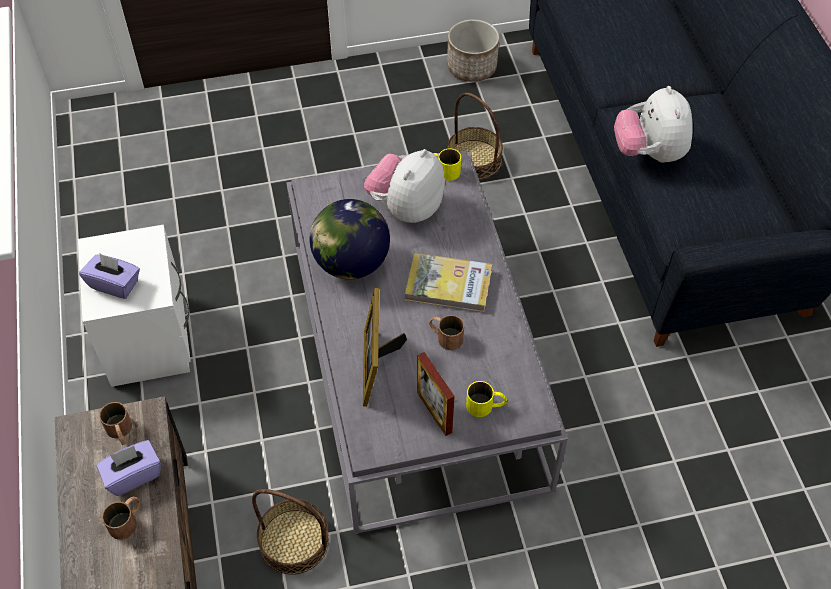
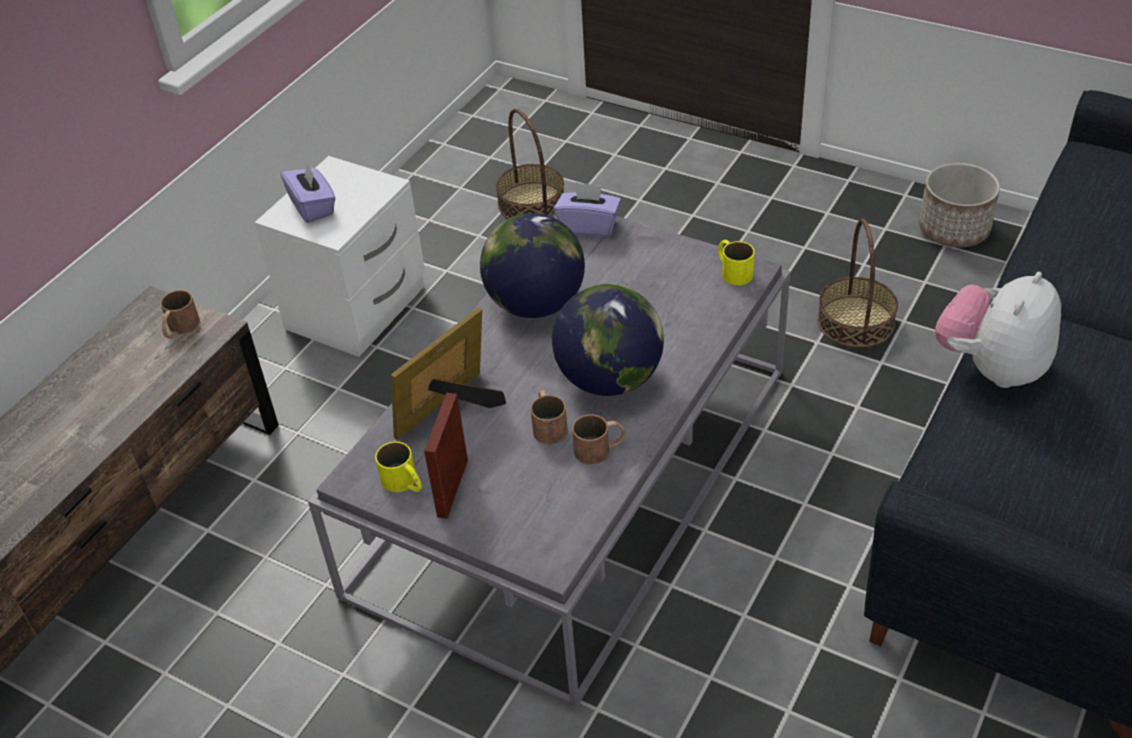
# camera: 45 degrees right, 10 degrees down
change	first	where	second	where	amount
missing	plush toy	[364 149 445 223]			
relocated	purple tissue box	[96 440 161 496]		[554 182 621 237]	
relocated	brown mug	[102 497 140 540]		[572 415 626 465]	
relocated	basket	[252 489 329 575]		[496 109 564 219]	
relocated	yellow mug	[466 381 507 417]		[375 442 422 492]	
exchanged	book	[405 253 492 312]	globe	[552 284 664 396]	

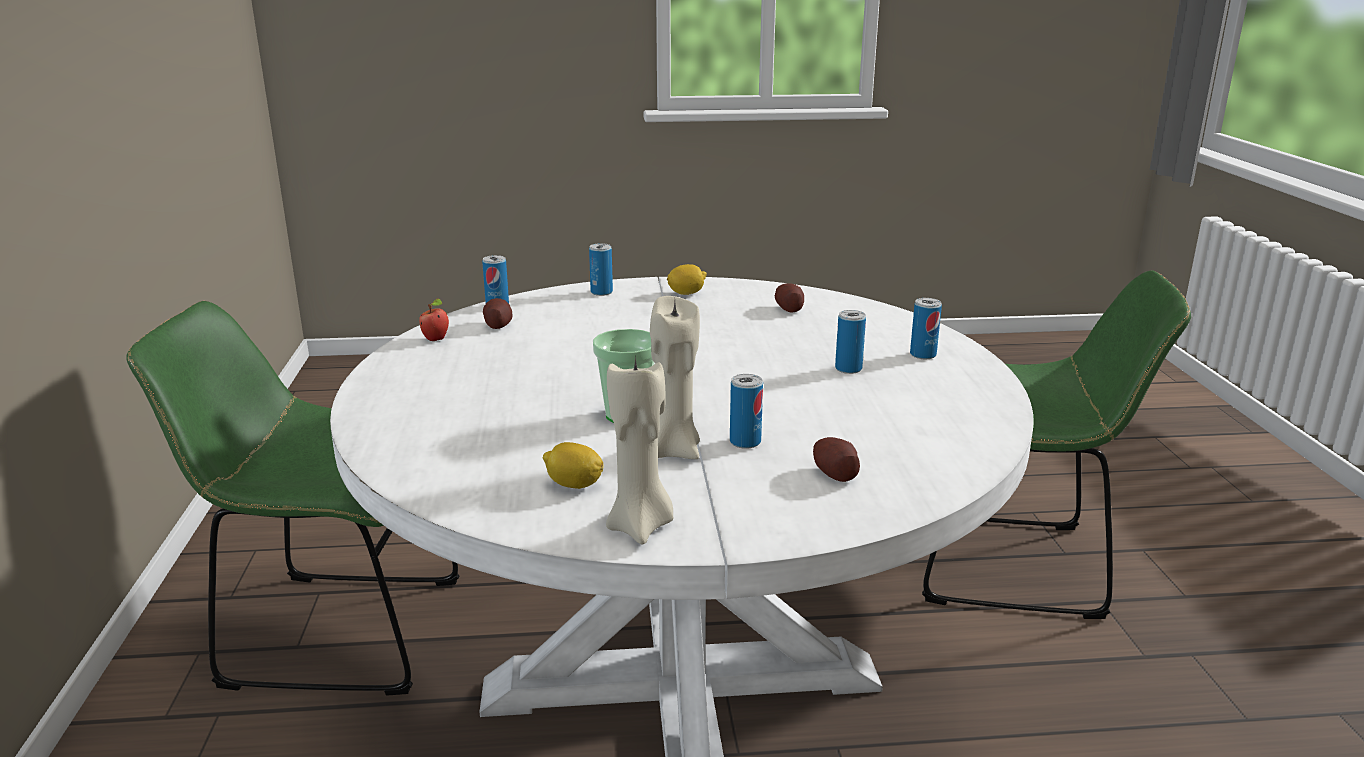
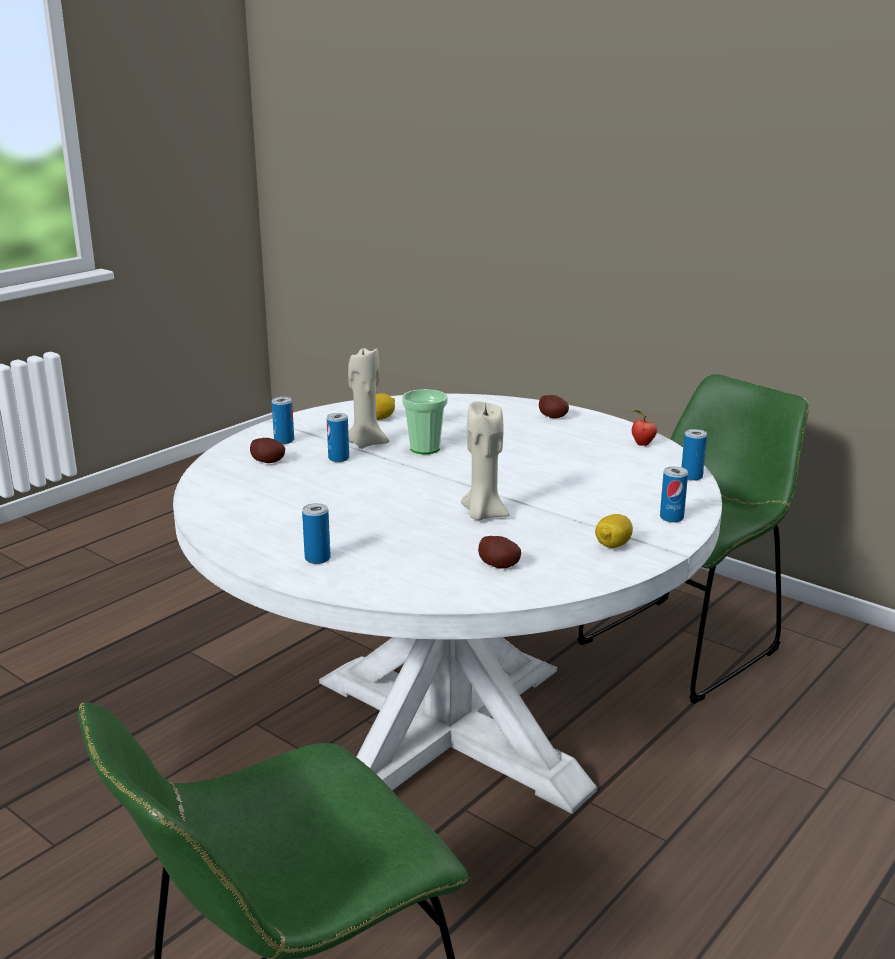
# camera: 135 degrees right, 0 degrees up
change	first	where	second	where	amount
relocated	potato	[483 298 513 329]		[539 395 569 418]	
relocated	beige candle	[606 355 673 545]		[461 401 510 520]	
relocated	can	[835 310 866 374]		[272 397 294 444]	

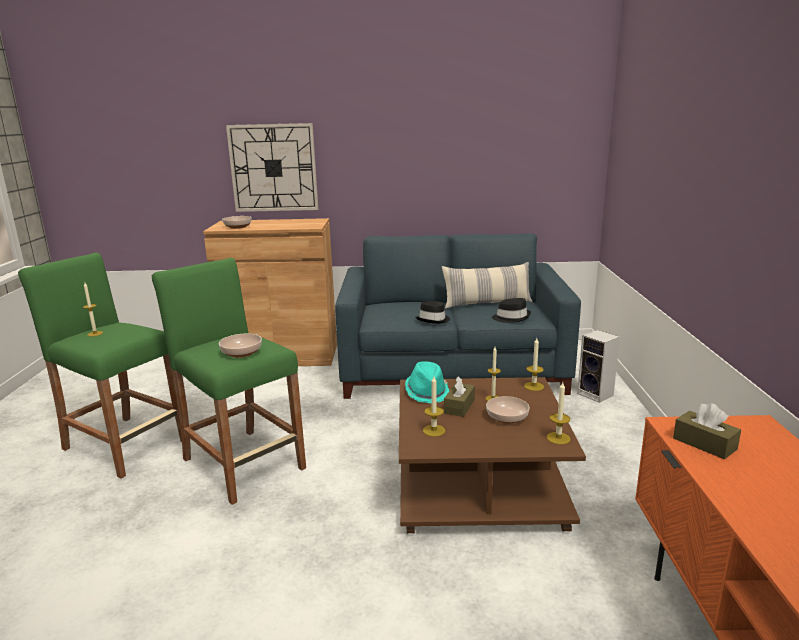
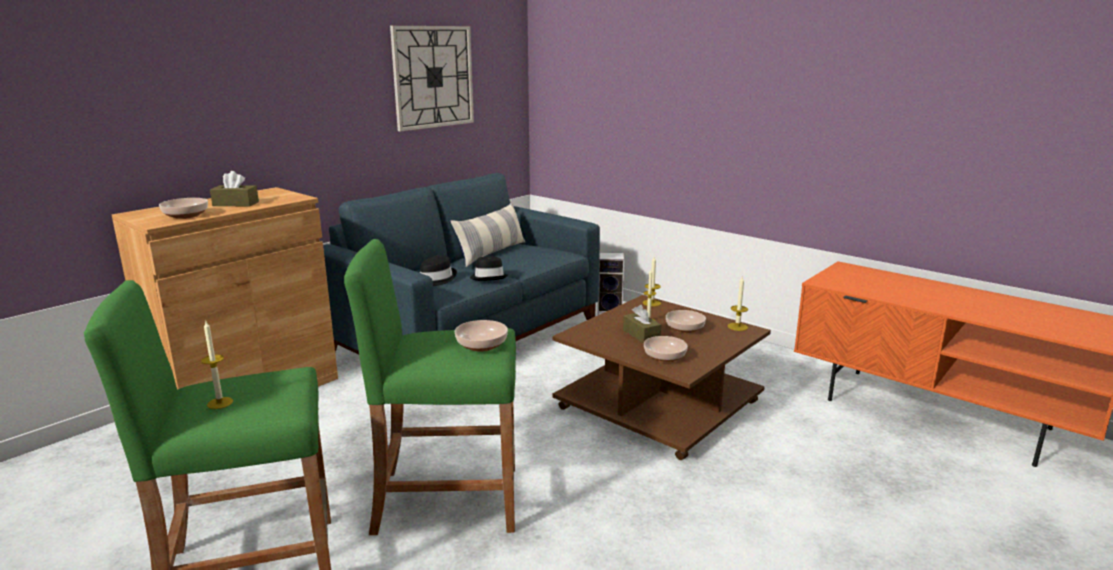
# camera: 50 degrees left, 0 degrees up
change	first	where	second	where	amount
missing	turquoise hat	[405 362 449 403]			
relocated	wall clock	[226 123 318 212]		[390 26 474 131]	
relocated	black hat	[492 298 531 323]		[420 255 457 286]	
relocated	brown tissue box	[673 403 741 459]		[210 171 259 206]	
exchanged	candle	[423 376 445 437]	bowl	[644 336 688 362]	

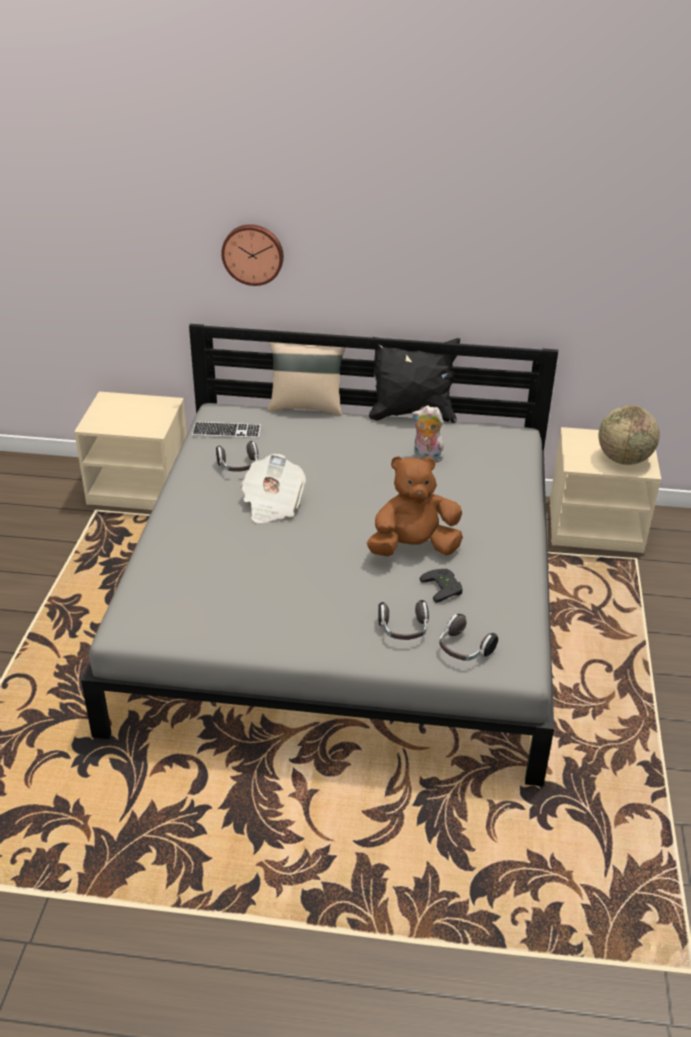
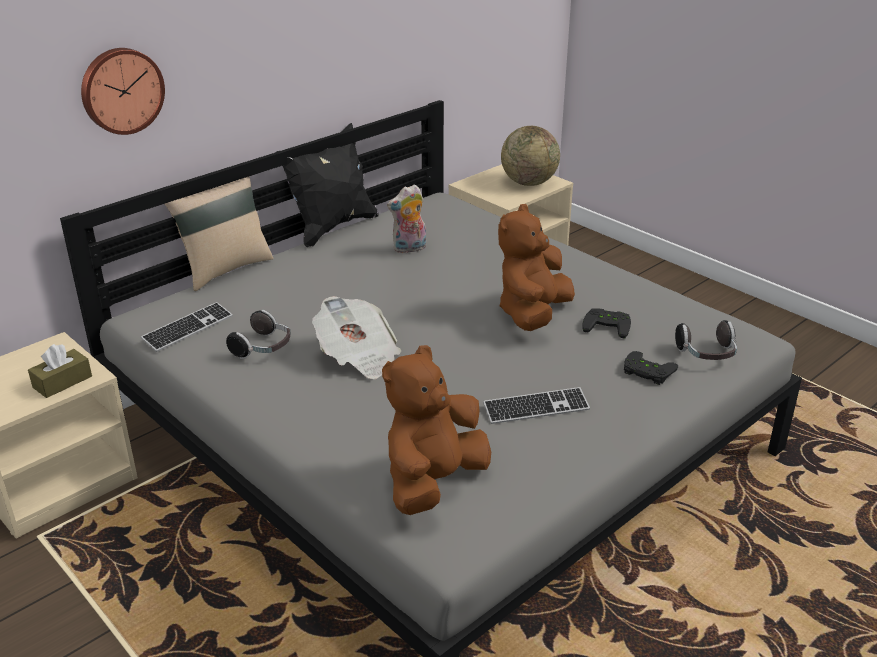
# camera: 50 degrees left, 5 degrees down
change	first	where	second	where	amount
appeared			brown tissue box	[28 344 92 398]	
appeared			brown plush toy	[382 345 491 515]	
appeared			keyboard	[483 387 590 424]	
exchanged	headphones	[378 600 429 640]	black game controller	[624 351 678 385]	

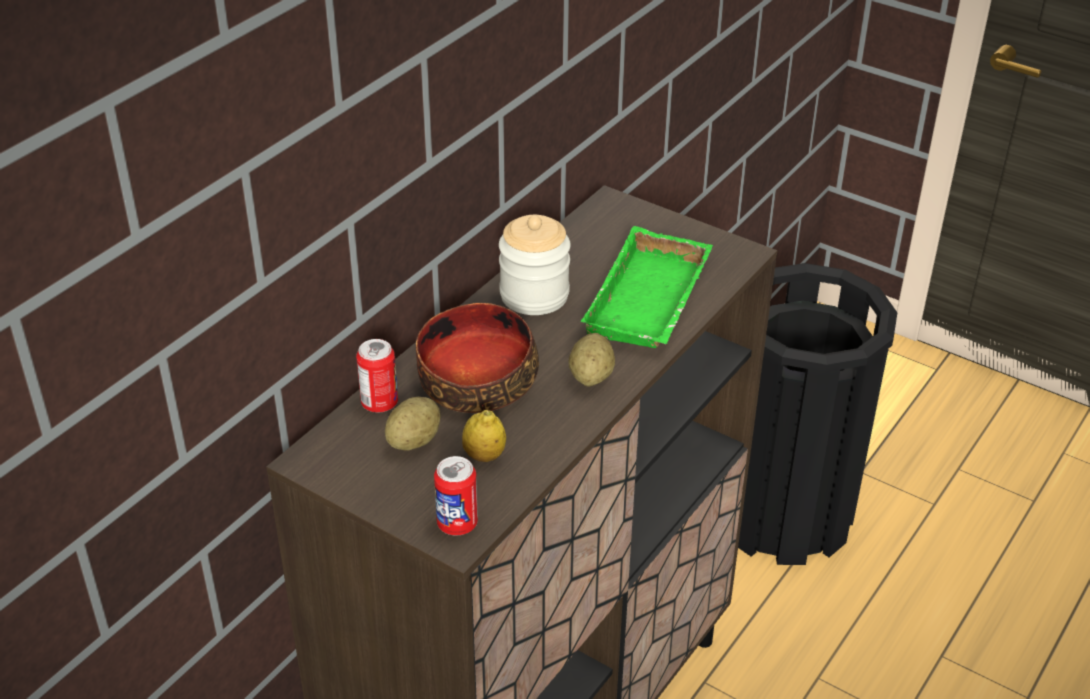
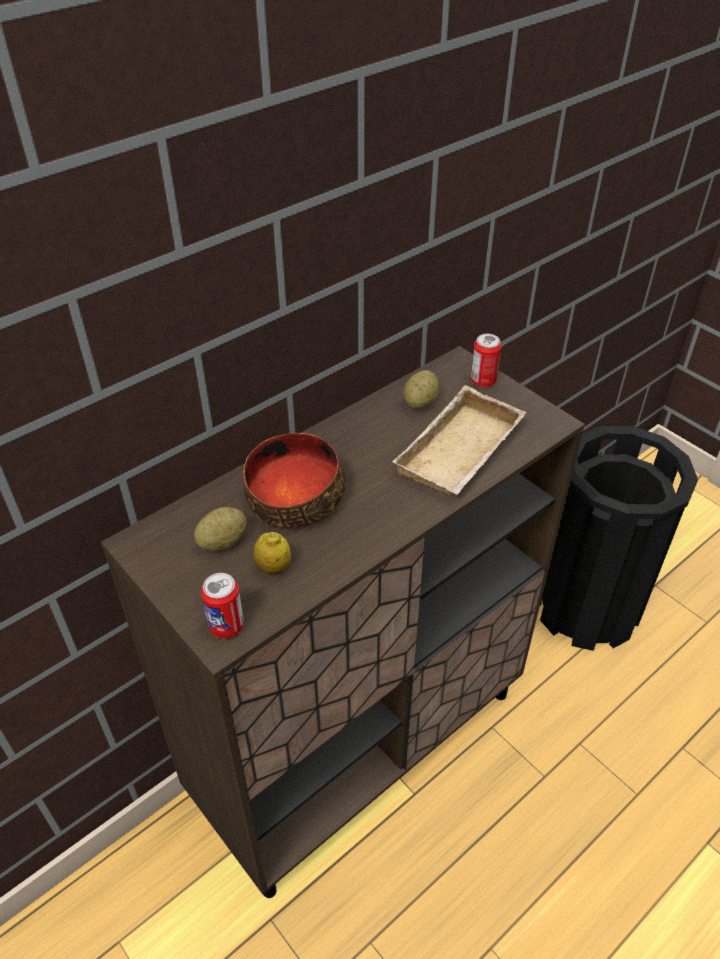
# camera: 15 degrees right, 5 degrees up
change	first	where	second	where	amount
missing	jar	[499 215 570 315]			
relocated	can	[356 339 398 413]		[470 334 502 387]	
relocated	potato	[568 333 615 387]		[404 370 439 409]	
colour	green tray	[581 226 713 348]	beige tray	[392 385 527 495]	

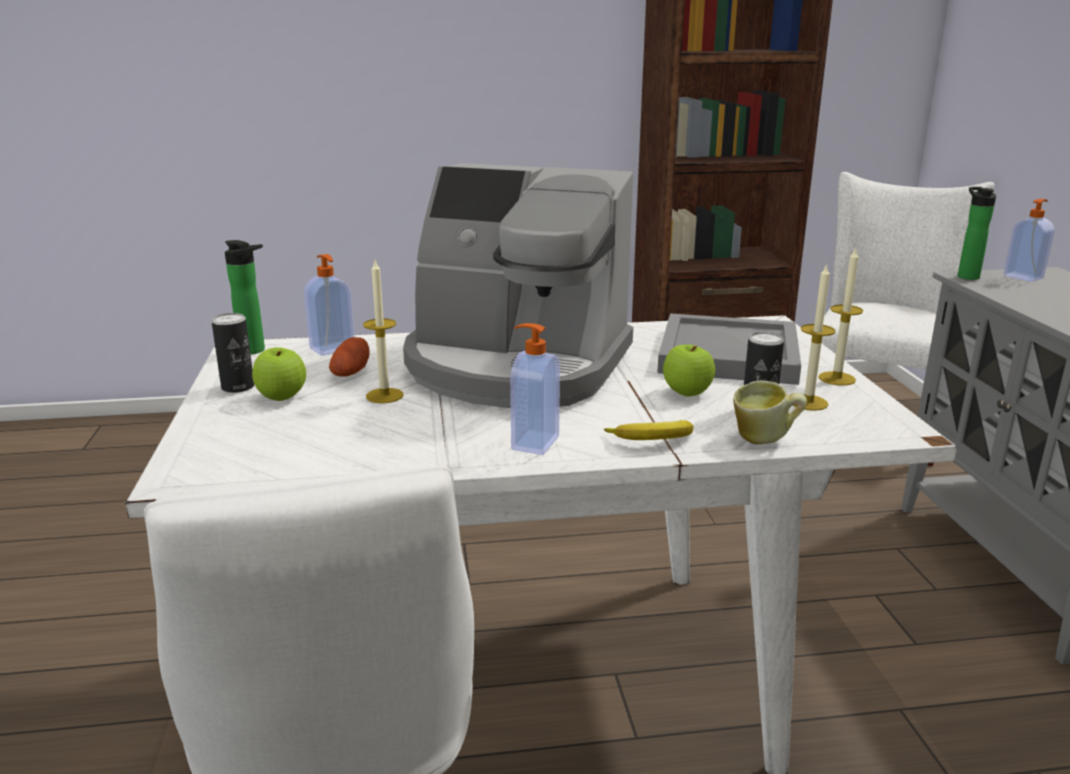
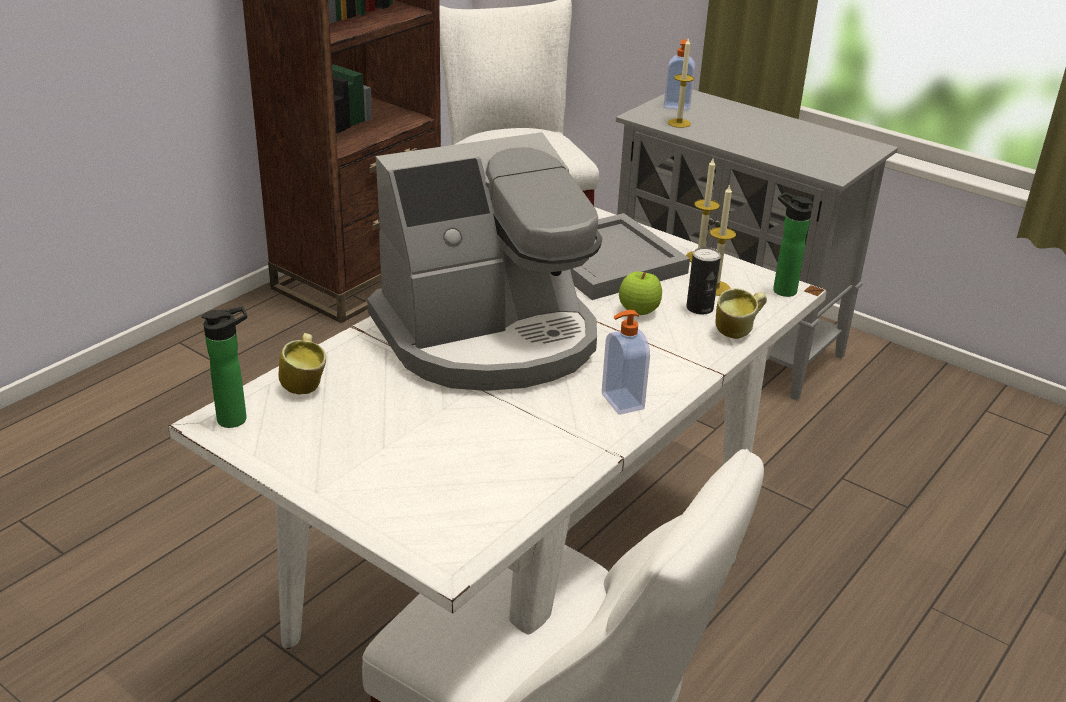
# camera: 45 degrees left, 10 degrees up
change	first	where	second	where	amount
missing	can	[211 313 255 393]			
missing	apple	[252 347 306 401]			
missing	potato	[329 337 370 377]			
missing	banana	[604 420 693 440]			
relocated	candle	[363 261 404 403]		[668 37 694 128]	
relocated	bottle	[958 187 996 280]		[773 192 813 297]	
exchanged	soap dispenser	[304 254 354 356]	mug	[278 333 326 394]	

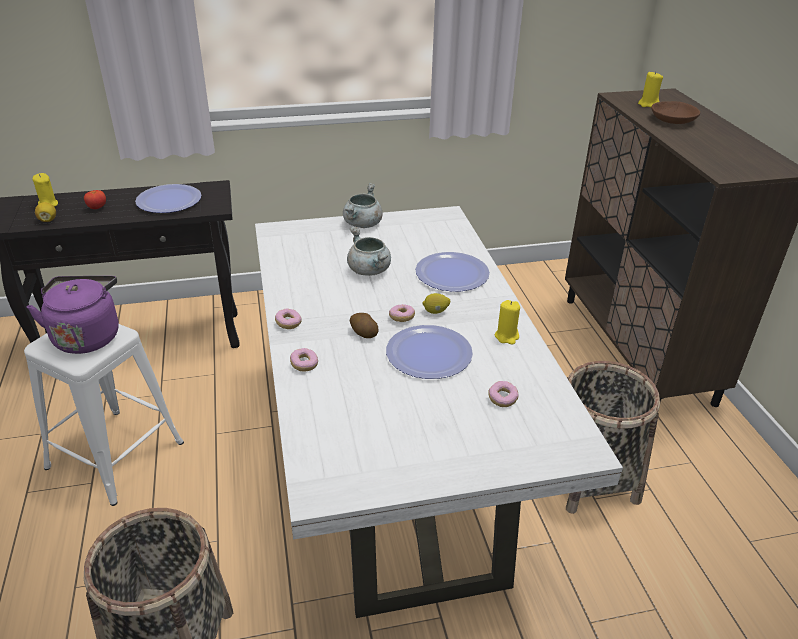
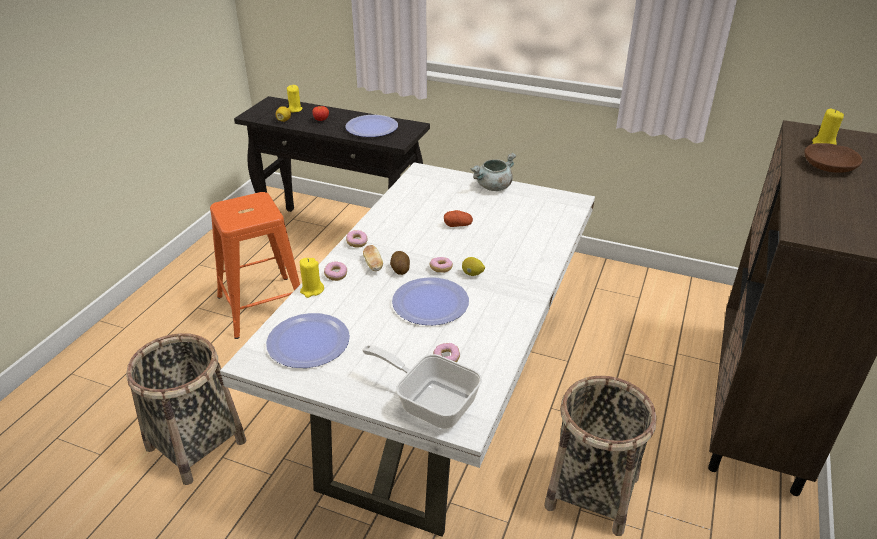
# camera: 35 degrees right, 0 degrees up
change	first	where	second	where	amount
missing	purple kettle	[27 276 119 354]			
appeared			frying pan	[362 345 482 429]	
appeared			bread	[363 245 383 271]	
relocated	plate	[416 252 490 292]		[266 313 350 368]	
relocated	yellow candle	[495 300 520 345]		[300 258 324 298]	
exchanged	grey cooking pot	[347 227 391 276]	potato	[444 210 473 227]	
colour	white stool	[24 324 184 506]	orange stool	[210 192 300 339]	

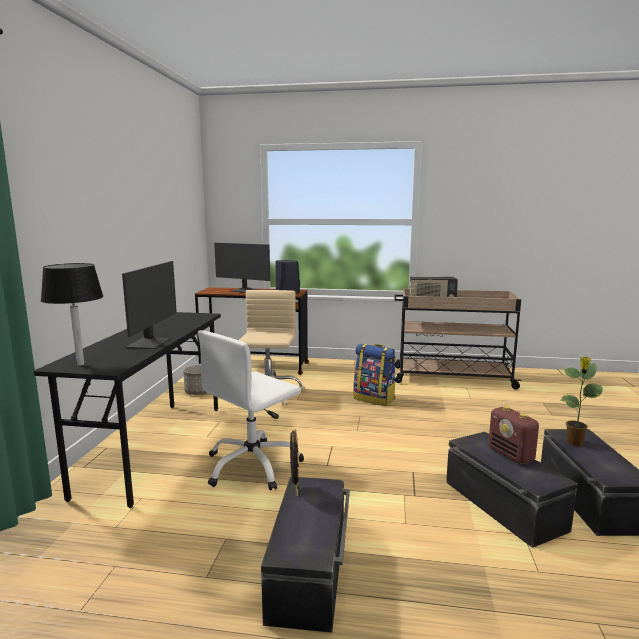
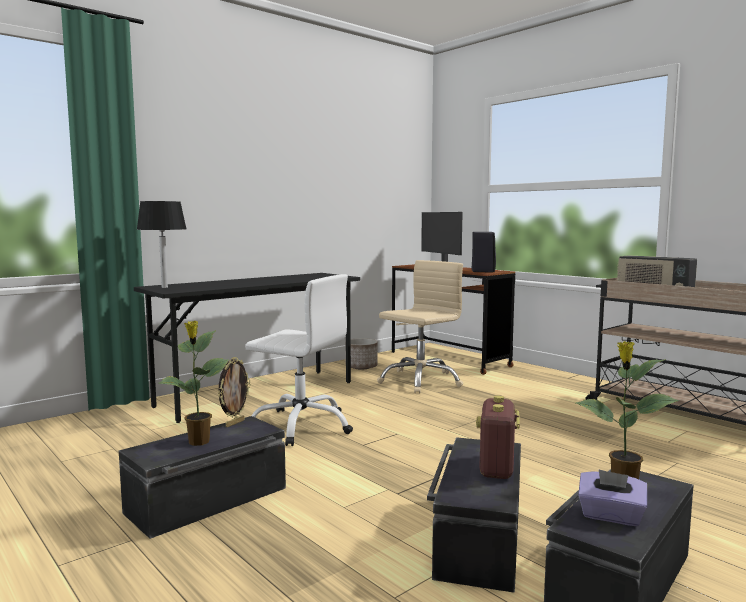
# camera: 40 degrees right, 5 degrees down
change	first	where	second	where	amount
missing	monitor	[122 261 177 349]			
missing	backpack	[354 344 396 406]			
appeared			potted plant	[158 321 229 446]	
appeared			purple tissue box	[578 470 647 526]	
spun	white office chair	[198 330 304 491]		[245 274 353 446]	150 degrees counterclockwise

